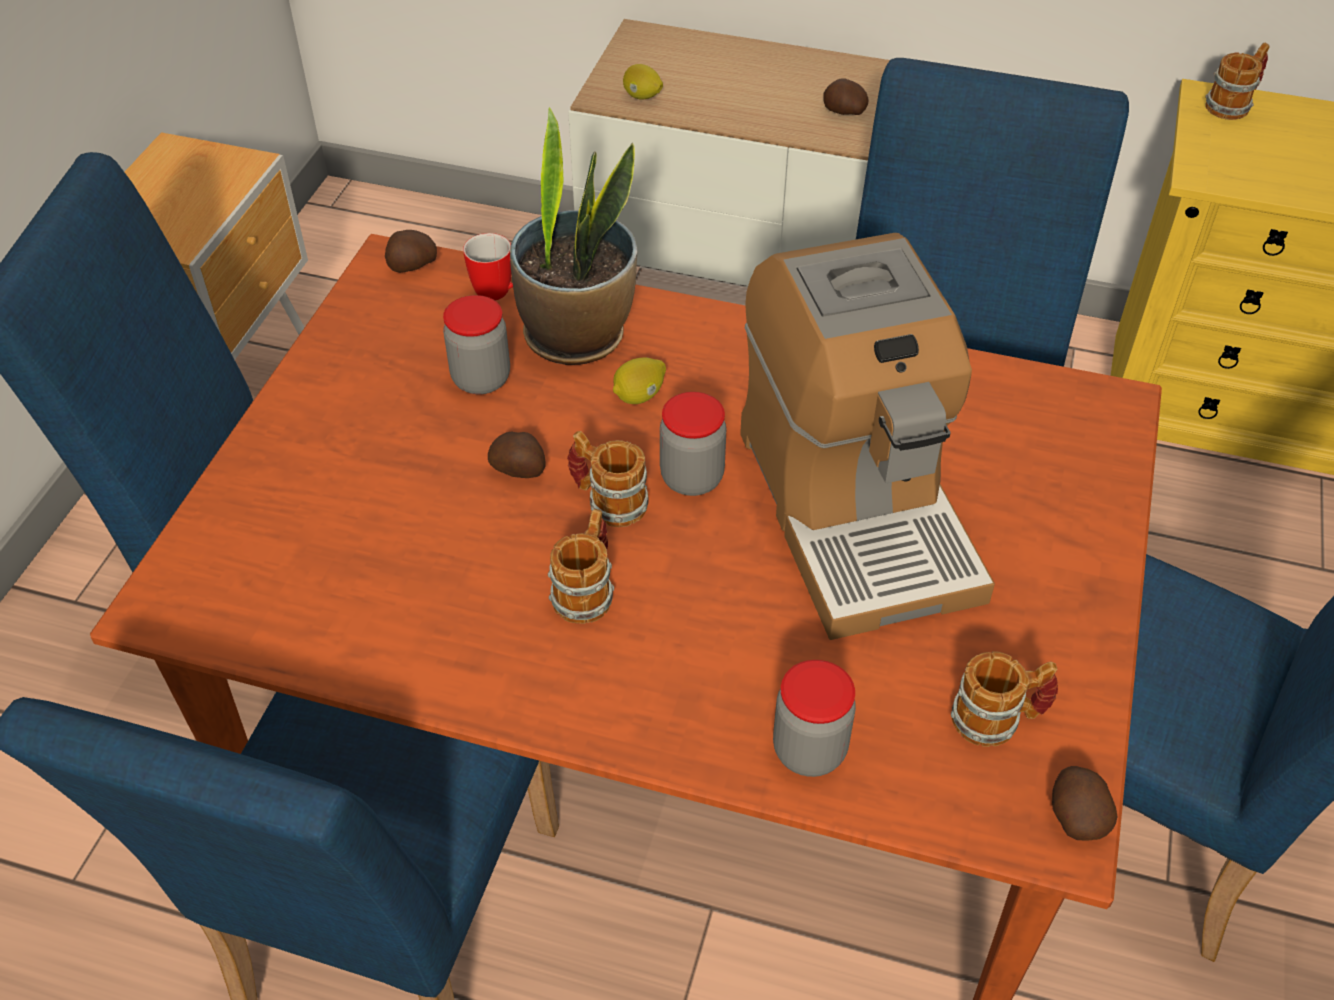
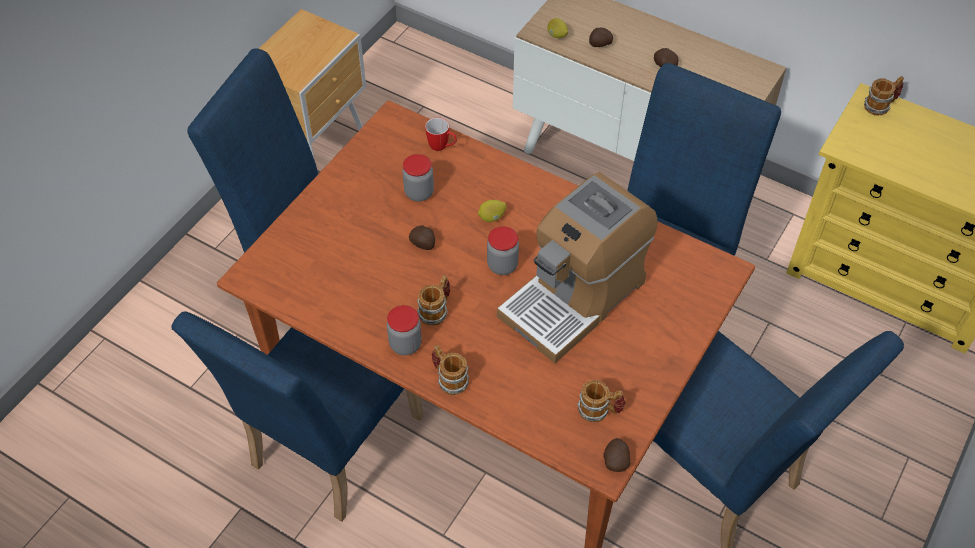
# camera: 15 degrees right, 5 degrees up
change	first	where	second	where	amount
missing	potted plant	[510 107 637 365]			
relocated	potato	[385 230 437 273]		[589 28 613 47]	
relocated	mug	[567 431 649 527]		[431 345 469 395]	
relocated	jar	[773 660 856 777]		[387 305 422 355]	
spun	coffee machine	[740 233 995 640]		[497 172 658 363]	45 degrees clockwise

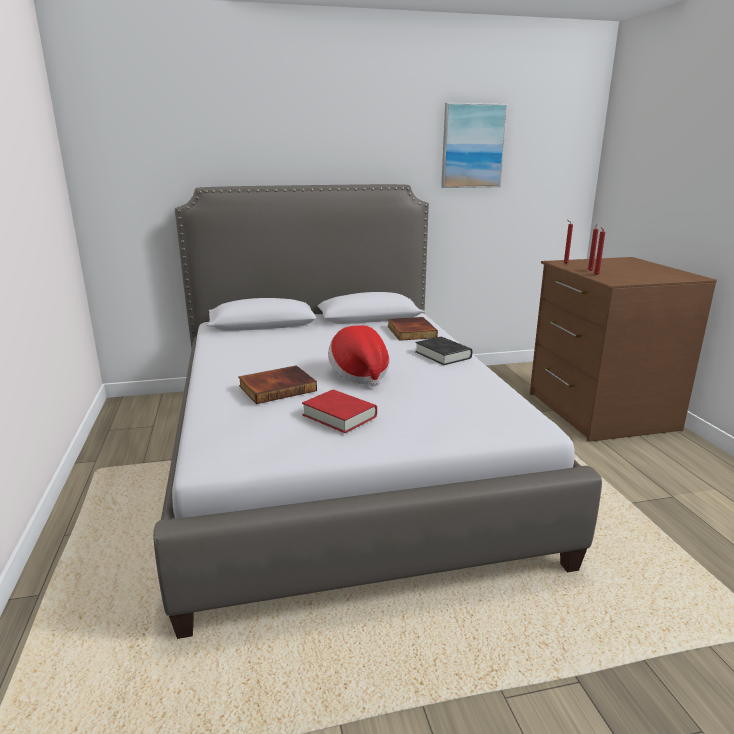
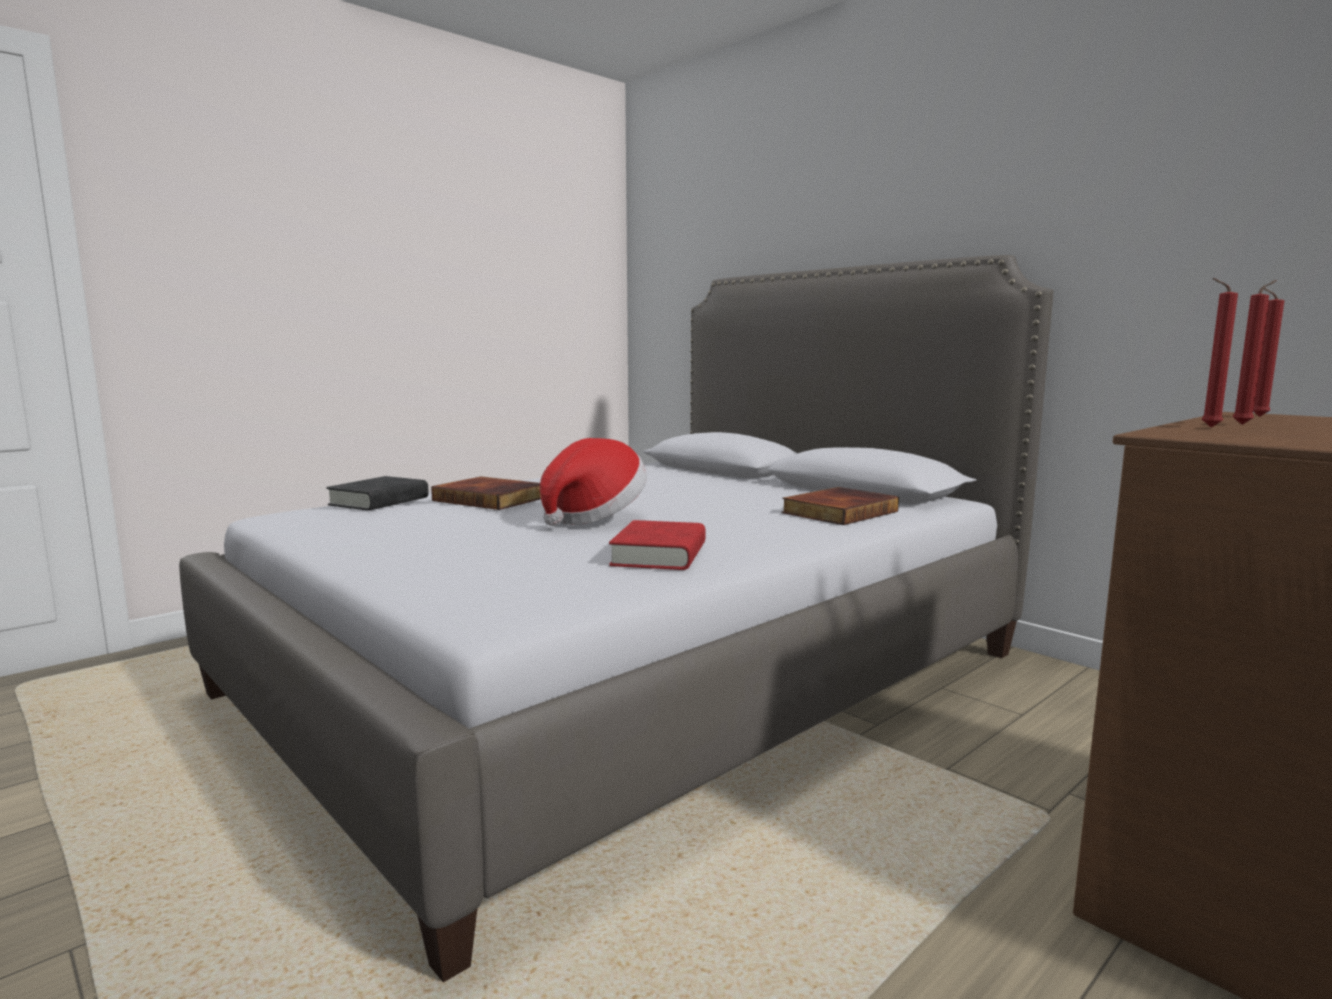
# camera: 60 degrees right, 10 degrees down
change	first	where	second	where	amount
missing	picture	[441 103 508 188]			
relocated	red book	[302 390 377 433]		[609 520 706 570]	
relocated	black book	[415 337 472 365]		[326 476 429 511]	

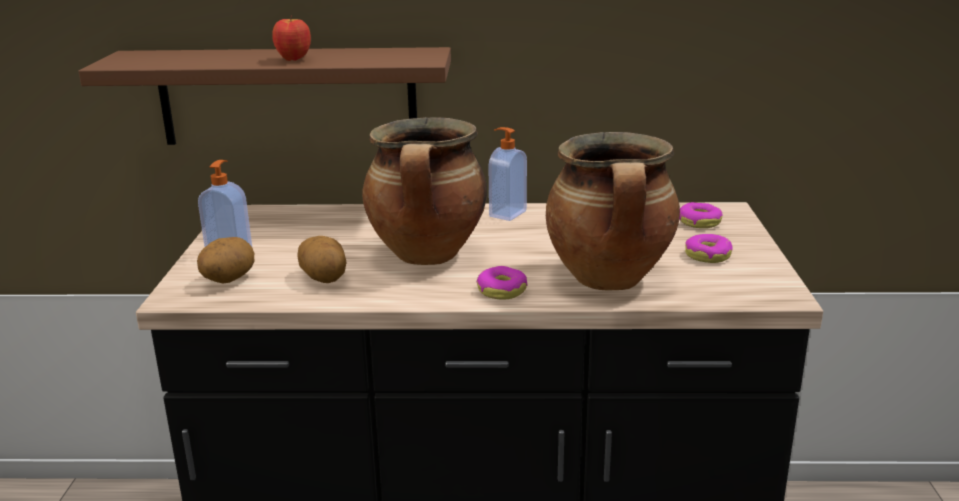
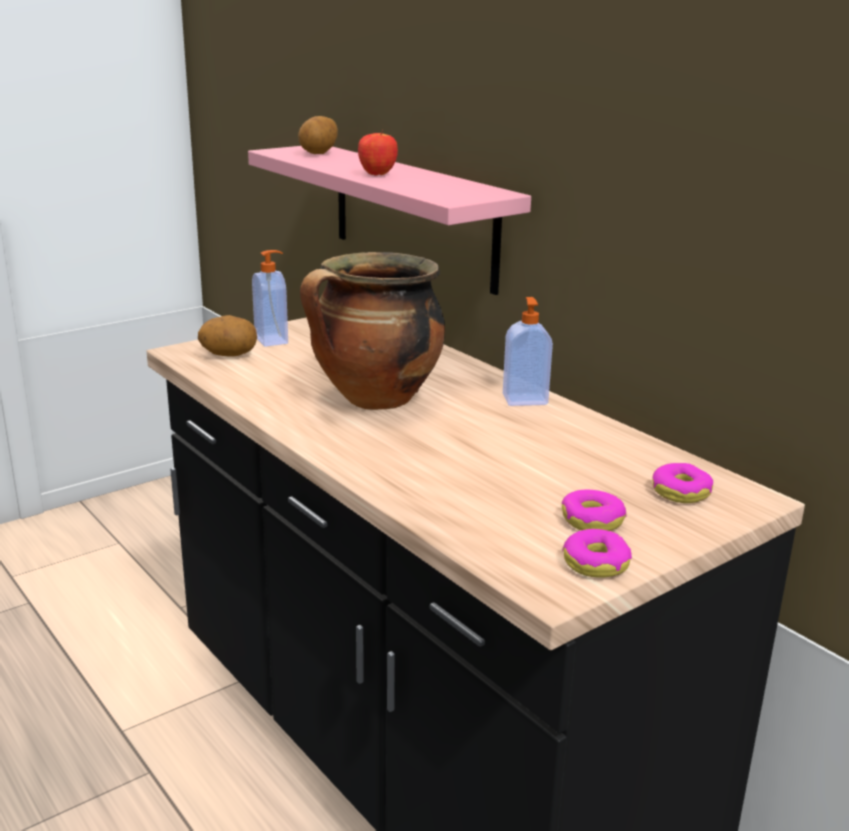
# camera: 50 degrees right, 0 degrees up
change	first	where	second	where	amount
missing	cooking pot	[546 132 680 291]			
relocated	potato	[297 236 347 283]		[298 116 338 154]	
relocated	donut	[477 266 527 300]		[562 529 632 577]	
colour	brown shelf	[78 47 451 145]	pink shelf	[248 146 531 295]	

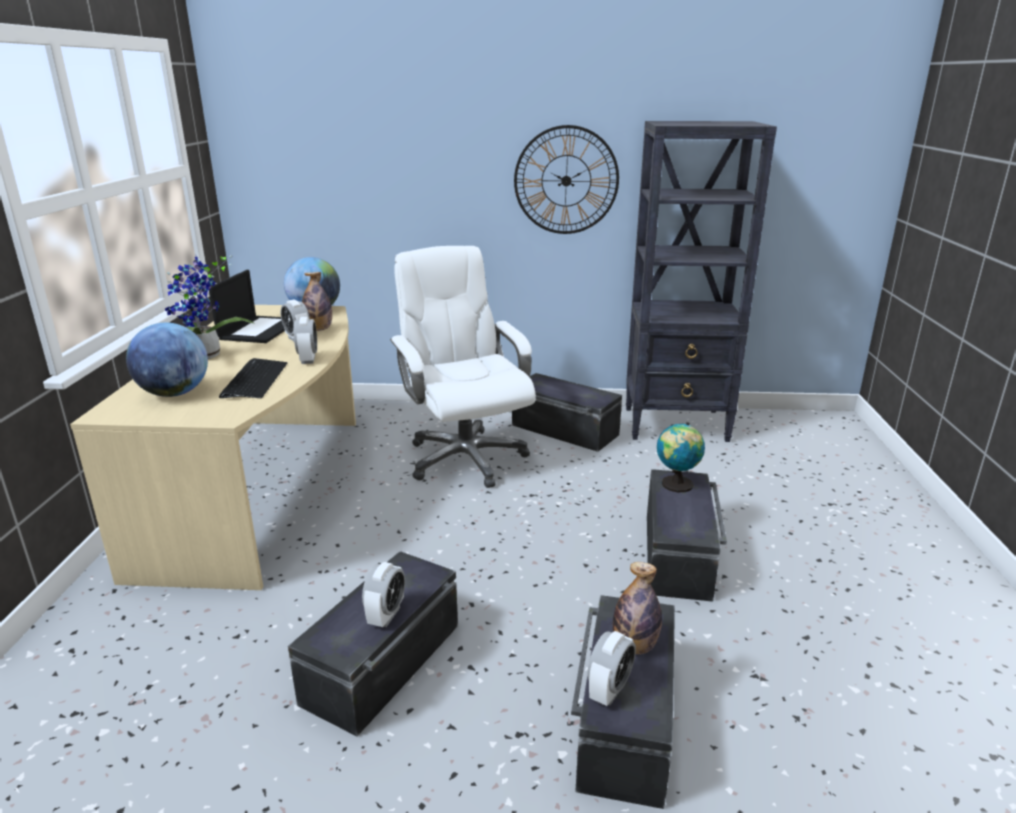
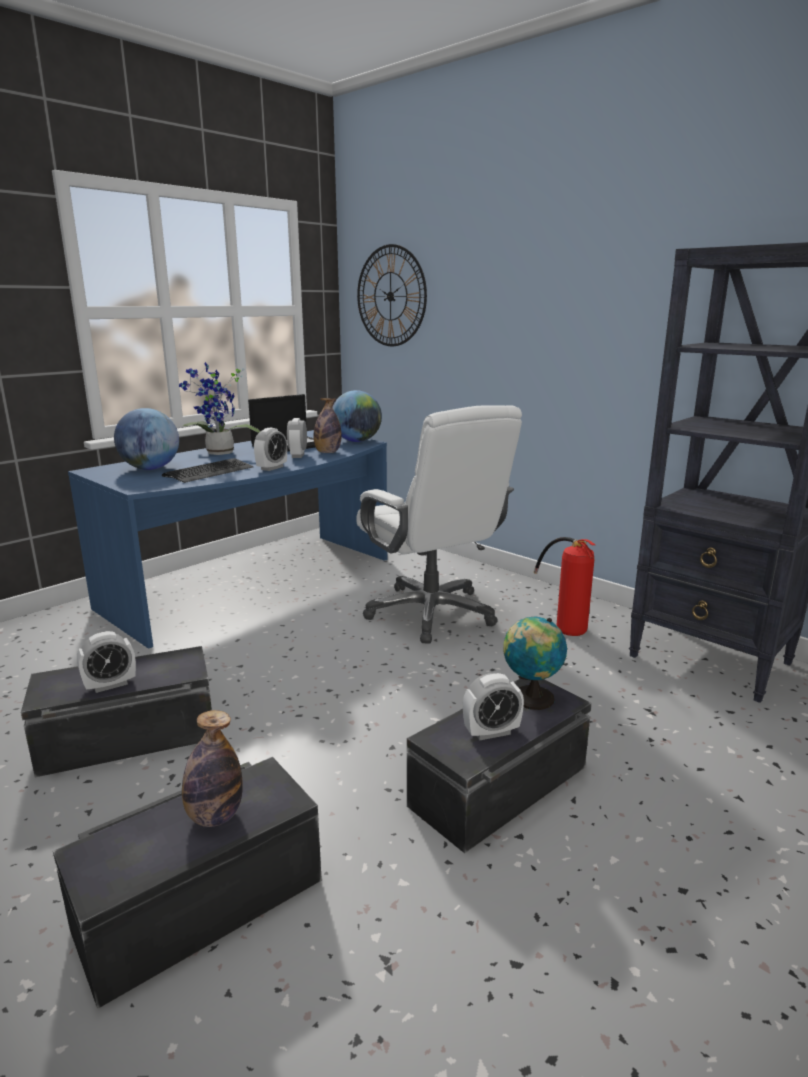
# camera: 40 degrees right, 5 degrees down
change	first	where	second	where	amount
relocated	wall clock	[514 125 619 234]		[357 244 427 346]	
relocated	alarm clock	[587 631 636 706]		[463 673 524 741]	
exchanged	black storage box	[512 373 622 452]	fire extinguisher	[534 537 595 636]	
colour	beige desk	[70 305 356 590]	blue desk	[68 430 387 649]	
spun	white office chair	[390 246 536 488]		[356 405 522 644]	135 degrees clockwise

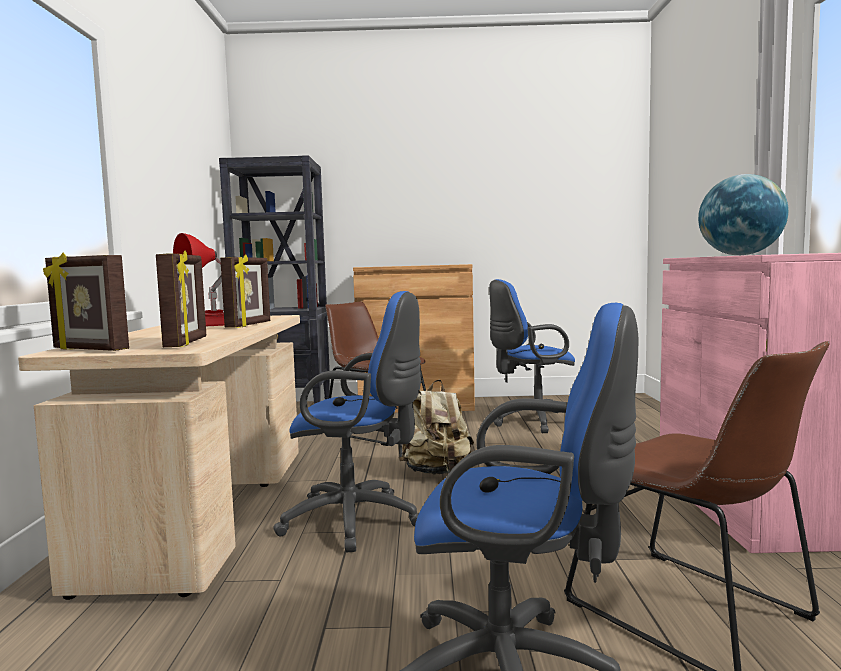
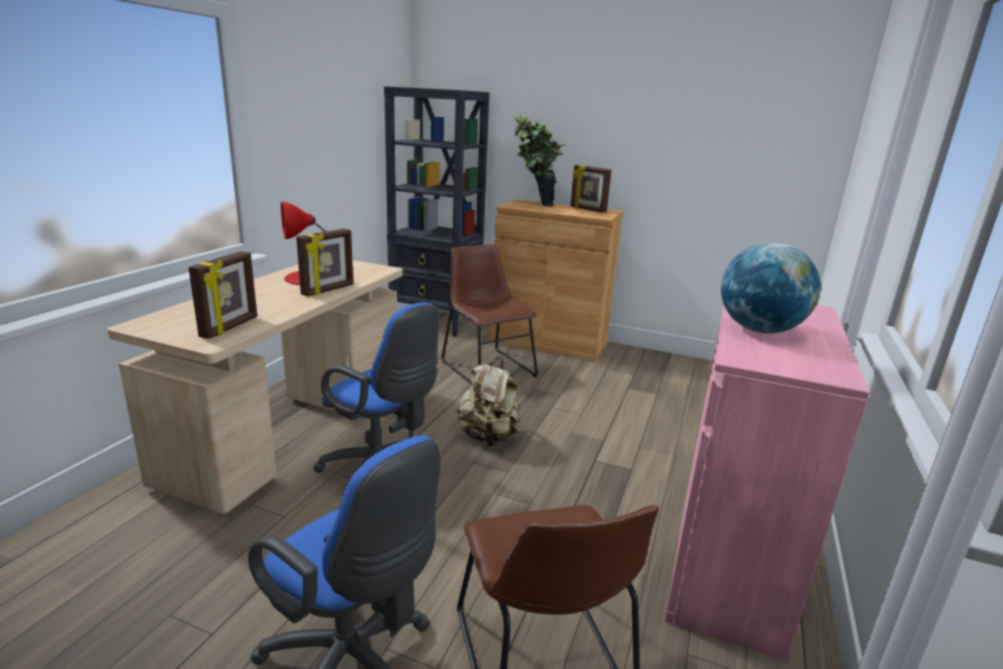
# camera: 20 degrees right, 15 degrees up
change	first	where	second	where	amount
missing	blue office chair	[489 279 575 433]			
appeared			potted plant	[514 114 566 207]	
relocated	picture frame	[43 253 129 351]		[571 165 611 213]	

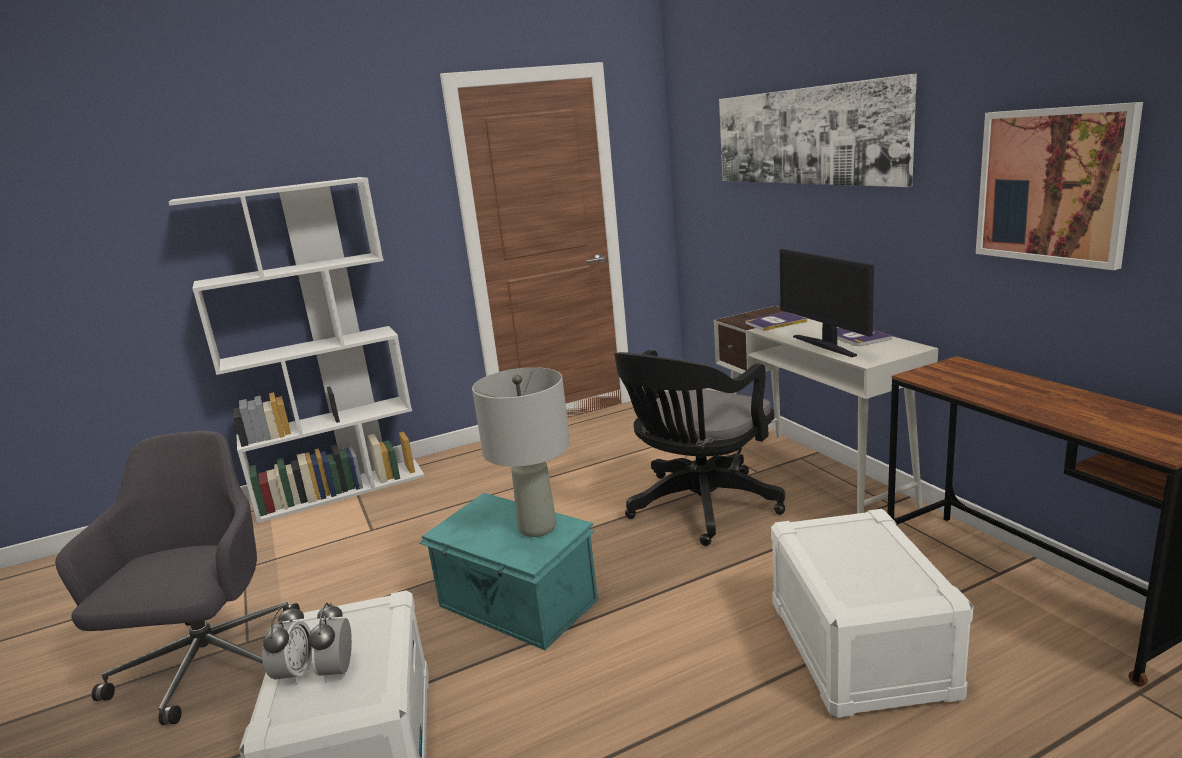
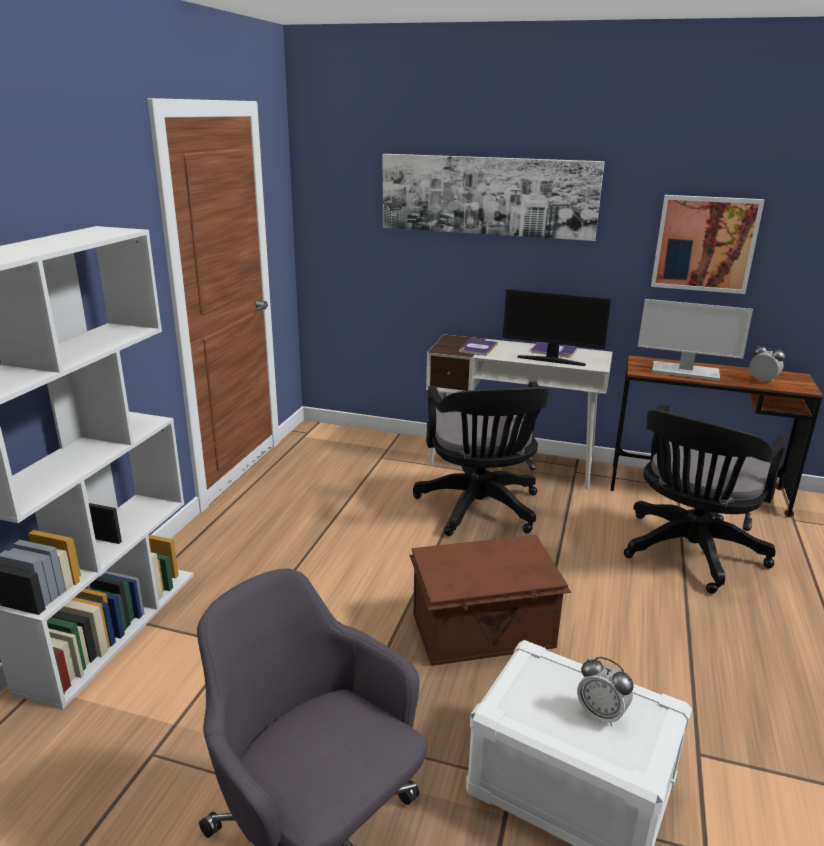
# camera: 50 degrees left, 5 degrees up
change	first	where	second	where	amount
missing	grey table lamp	[472 367 570 537]			
appeared			monitor	[638 299 753 381]	
relocated	alarm clock	[262 606 312 685]		[749 343 785 382]	
exchanged	white storage box	[771 509 974 718]	black office chair	[624 404 788 594]	
colour	turquoise storage box	[419 493 598 650]	brown storage box	[410 535 571 666]	

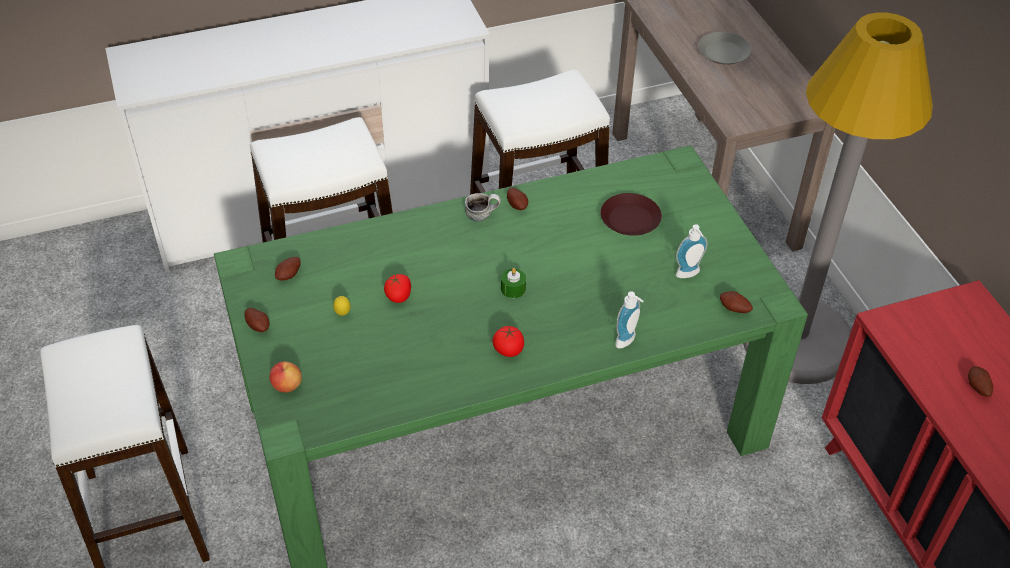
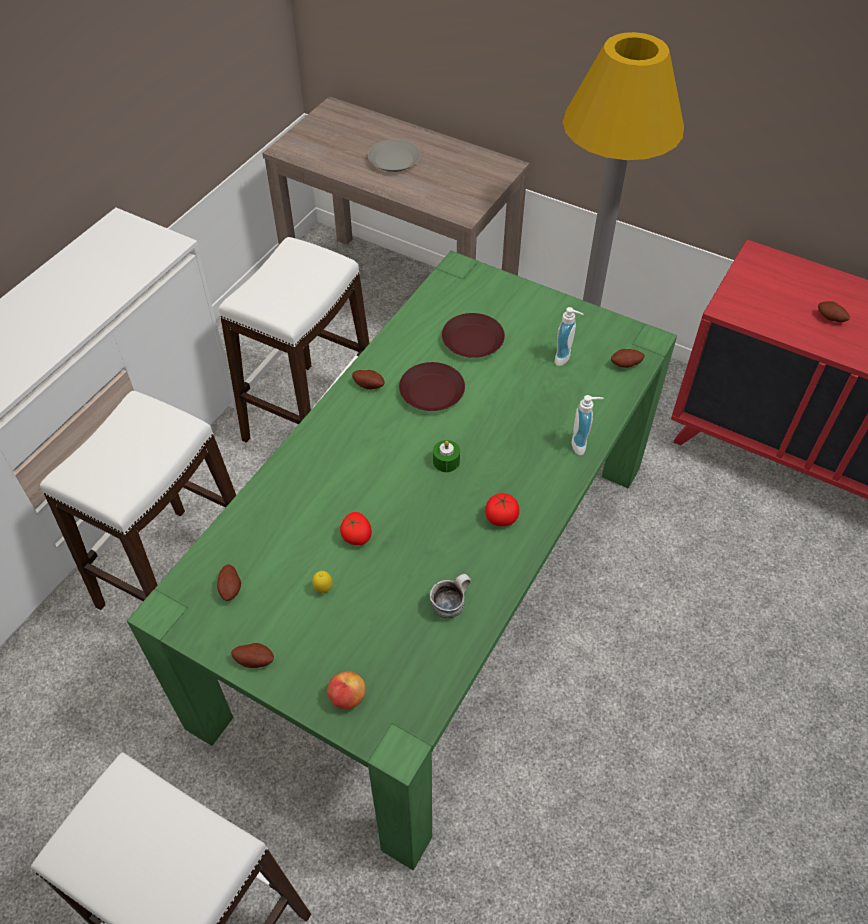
# camera: 40 degrees left, 5 degrees up
change	first	where	second	where	amount
appeared			brown plate	[399 362 465 411]	
relocated	mug	[465 193 501 222]		[430 574 471 618]	

